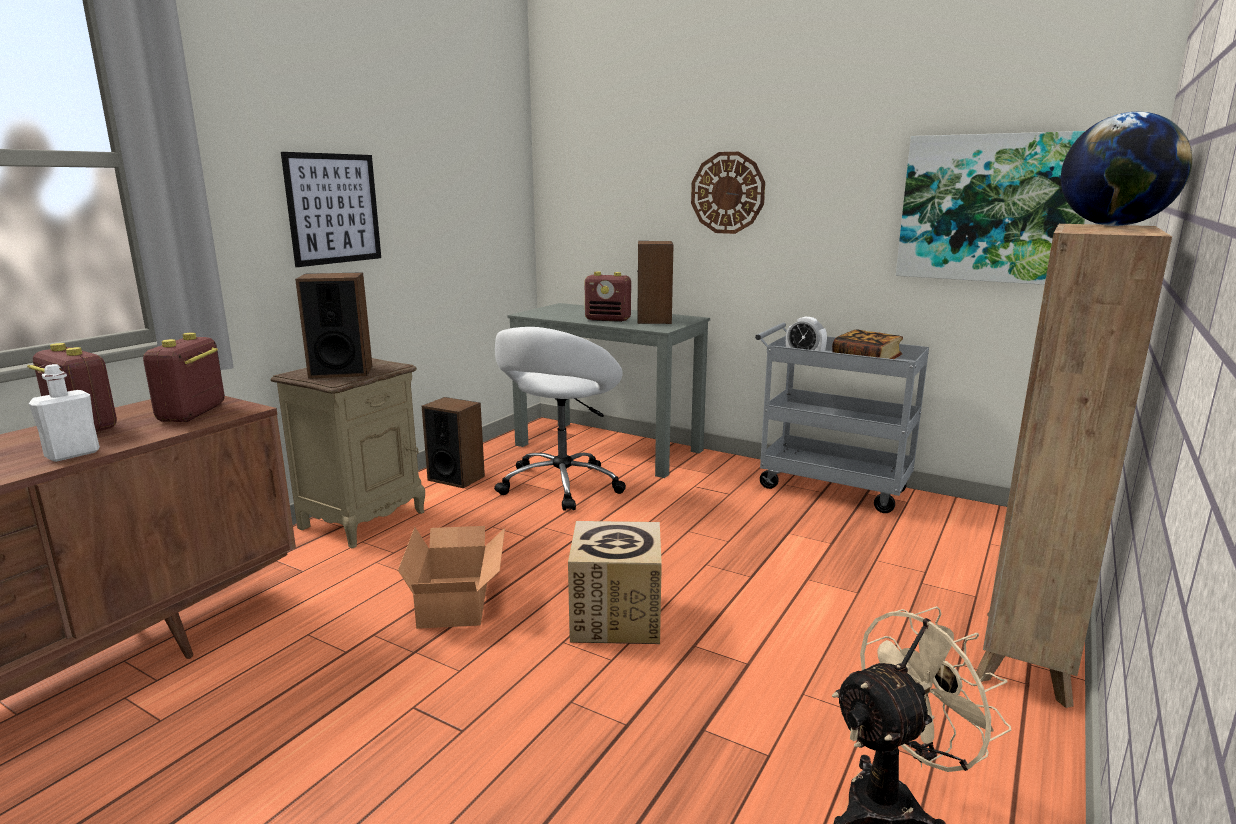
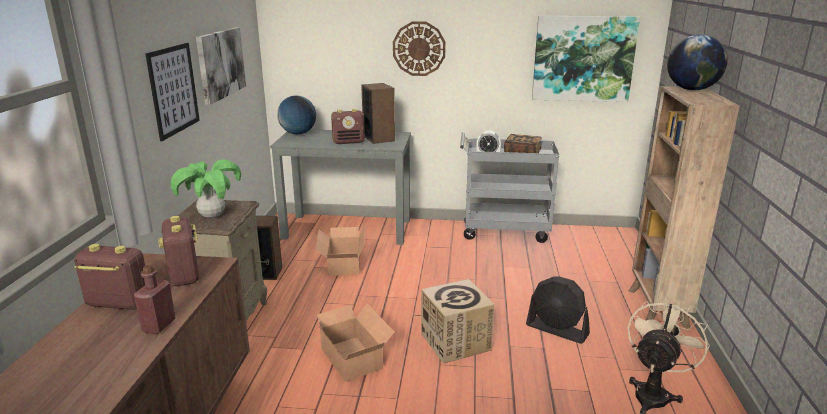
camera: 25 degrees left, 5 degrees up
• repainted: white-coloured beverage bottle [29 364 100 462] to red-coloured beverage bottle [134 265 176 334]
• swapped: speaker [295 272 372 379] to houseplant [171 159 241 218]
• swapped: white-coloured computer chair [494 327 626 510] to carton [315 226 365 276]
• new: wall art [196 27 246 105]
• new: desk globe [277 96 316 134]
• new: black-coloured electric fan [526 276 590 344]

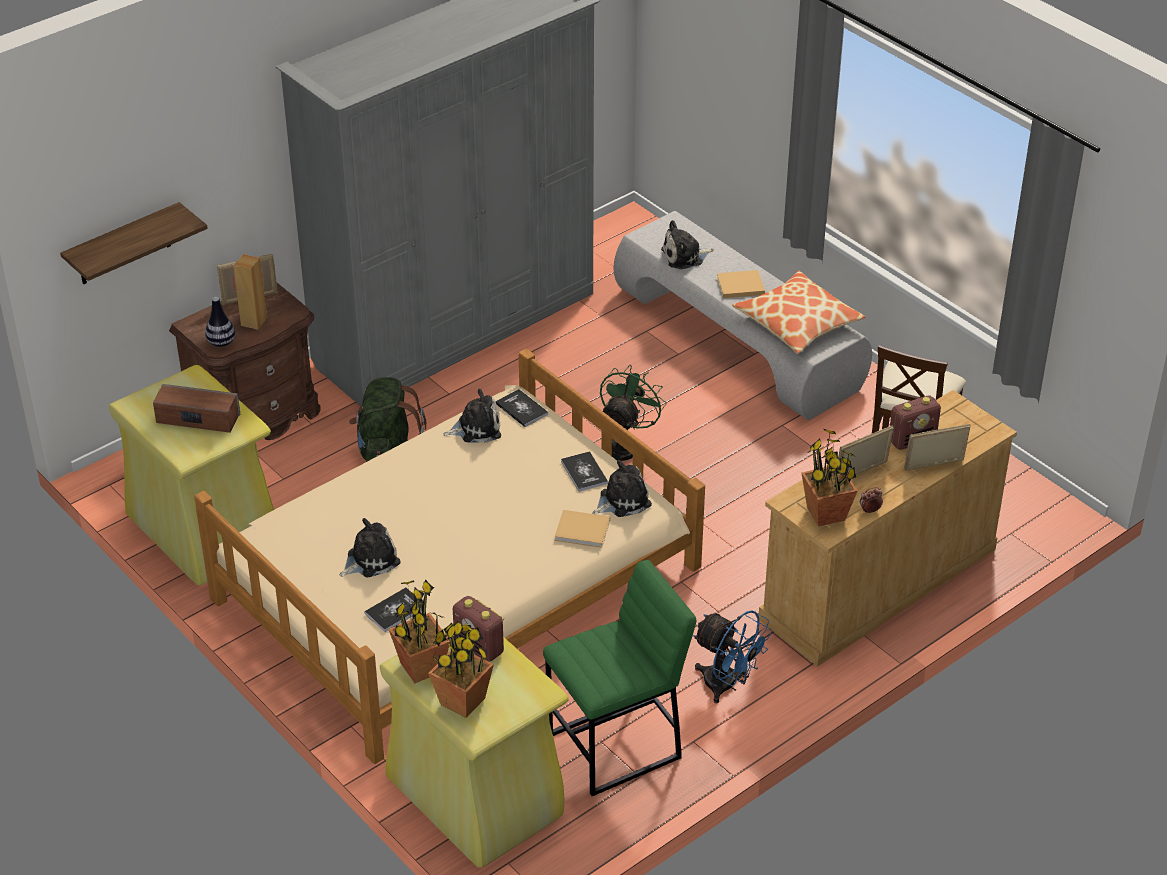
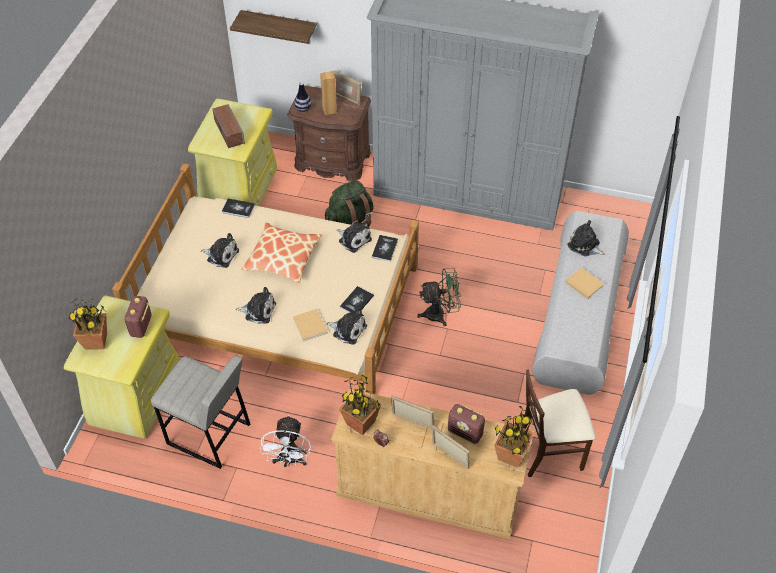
camera: 55 degrees right, 10 degrees up
• shifted: bound book [364 588 423 632] to [221 198 255 218]
• shifted: houseplant [389 579 450 683] to [495 406 535 468]
• repainted: green-coloured plain chair [543 560 696 796] to gray plain chair [151 356 250 469]
• repainted: bluish electric fan [693 610 773 703] to white-coloured electric fan [260 415 311 467]
• shifted: cushion [732 271 865 354] to [241 222 322 283]
• new: plush toy [236 287 276 324]

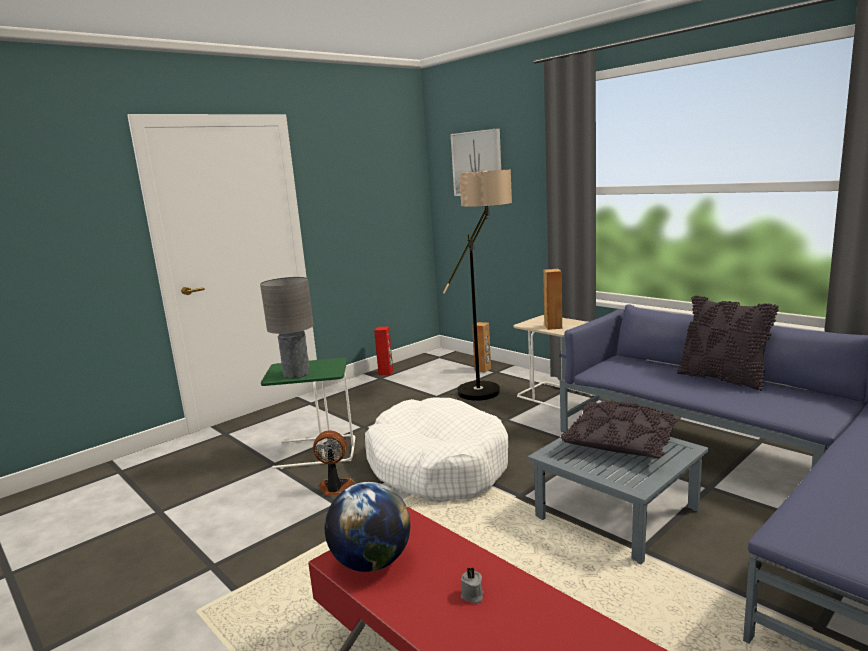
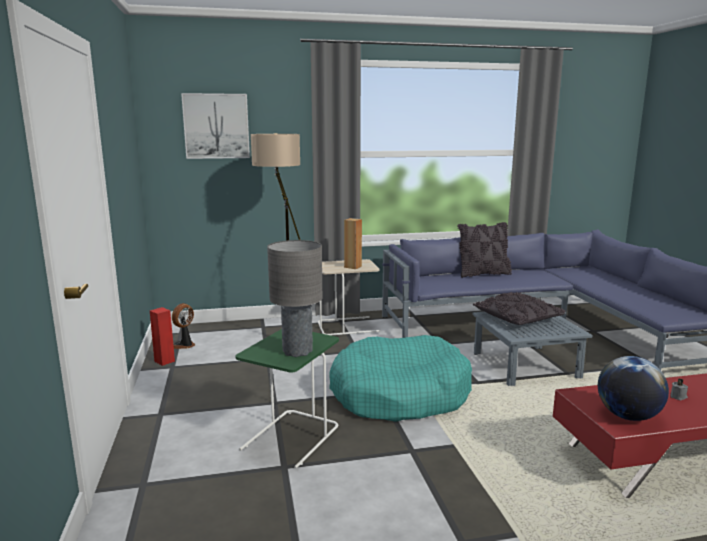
camera: 60 degrees left, 0 degrees up
• shifted: electric fan [313 430 354 495] to [172 303 195 349]
• repainted: white-coloured dog bed [365 398 508 502] to blue-green dog bed [329 335 472 422]
• gone: brown-coloured speaker [472 322 491 372]

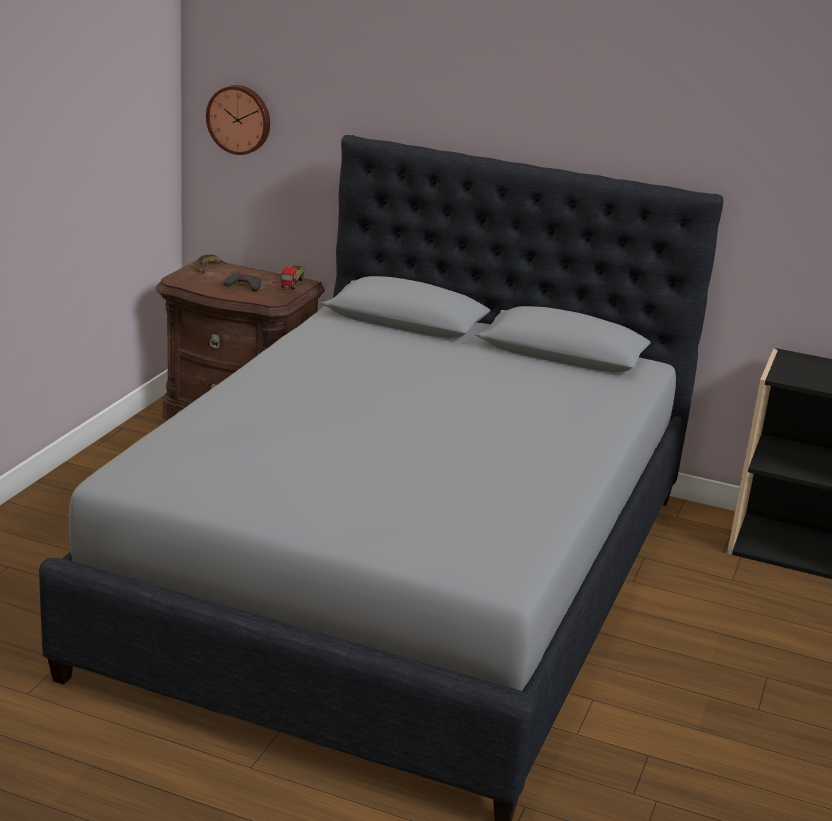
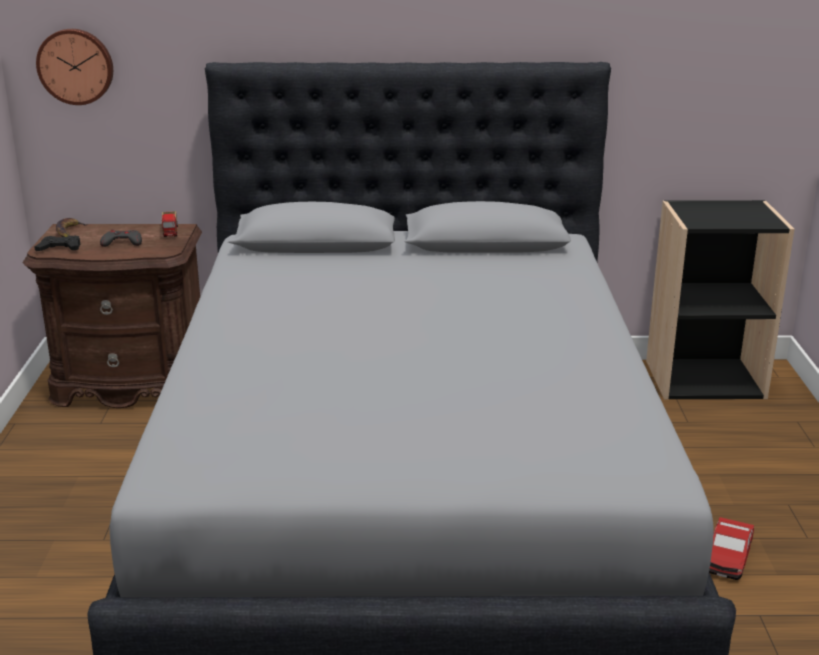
camera: 20 degrees left, 0 degrees up
• new: black-coloured game controller [34 236 80 251]
• new: toy car [709 517 754 580]

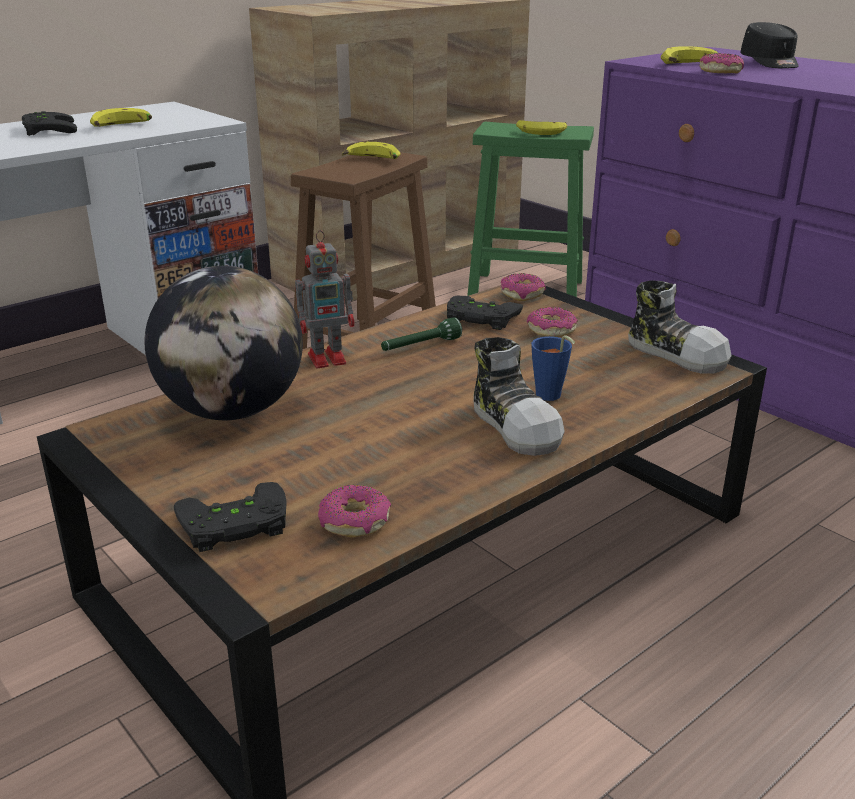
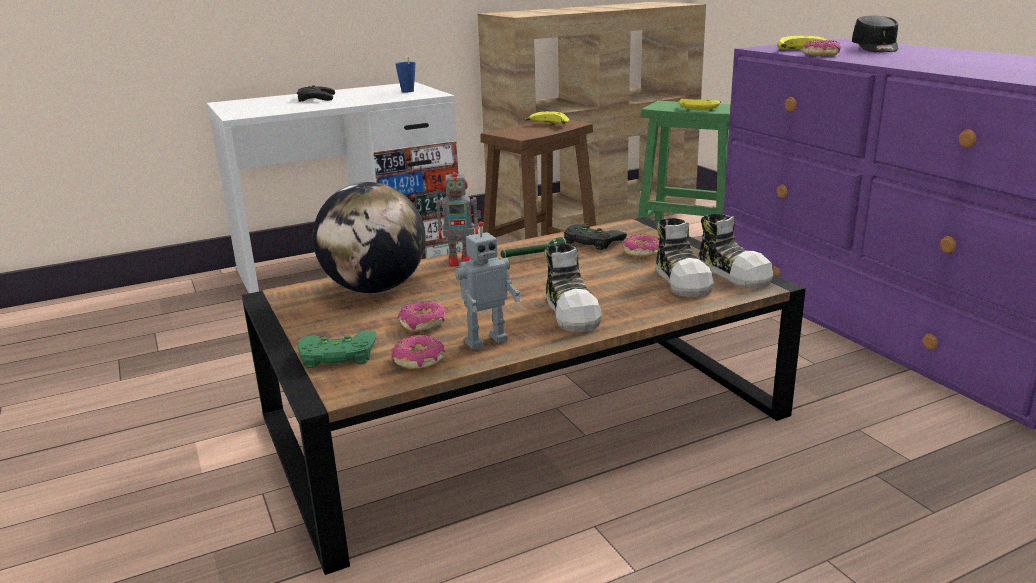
camera: 15 degrees right, 5 degrees down
• gone: banana [90 108 152 127]
• repainted: black-coloured game controller [174 482 287 552] to green-coloured game controller [298 331 376 368]
• shifted: donut [501 273 546 301] to [398 301 447 332]
• shifted: bluish cup [531 335 575 401] to [395 56 415 93]
• new: toy robot [455 221 520 350]
• new: low shoe [655 218 714 297]

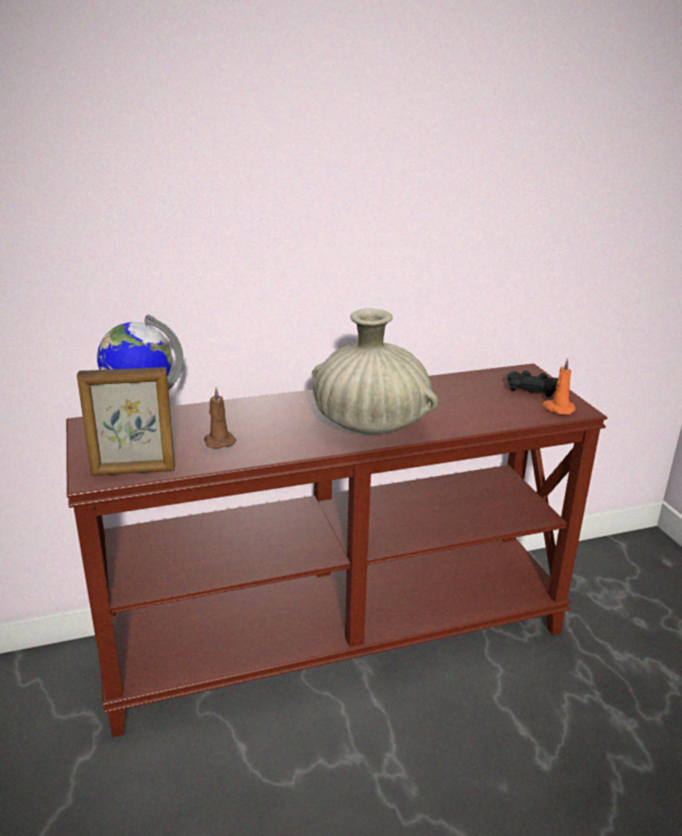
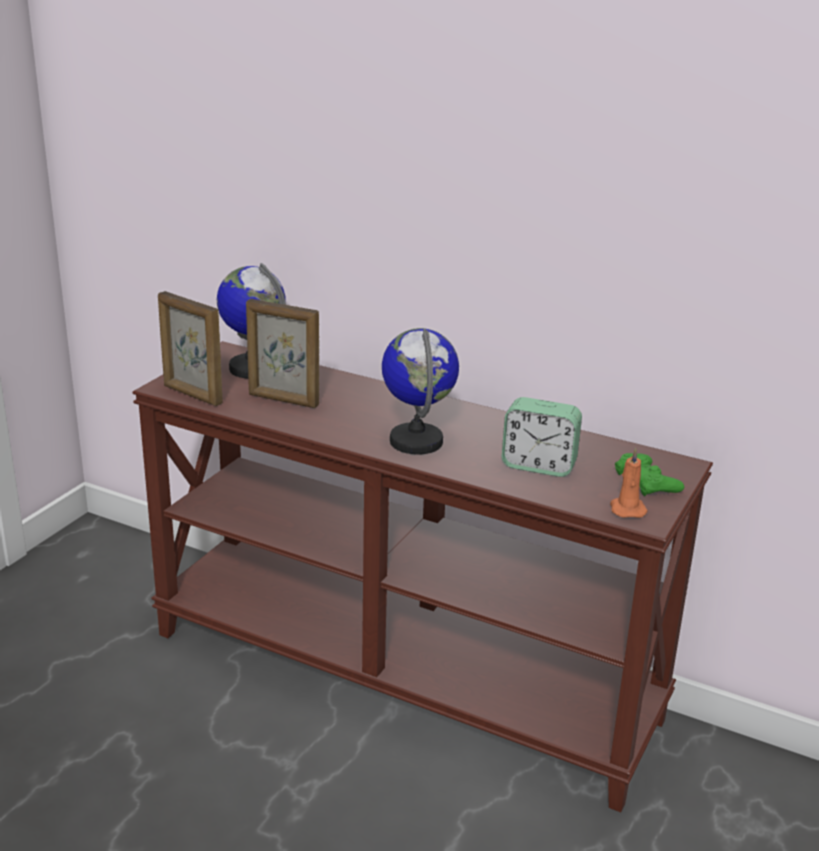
camera: 45 degrees right, 0 degrees up
• swapped: brown-coloured wax candle [204 387 236 449] to photo frame [246 299 319 408]
• swapped: sand-coloured decorative vase [312 308 439 434] to desk globe [382 328 459 455]
• repainted: black-coloured game controller [507 370 558 397] to green-coloured game controller [615 453 684 496]
• new: alarm clock [502 397 582 477]

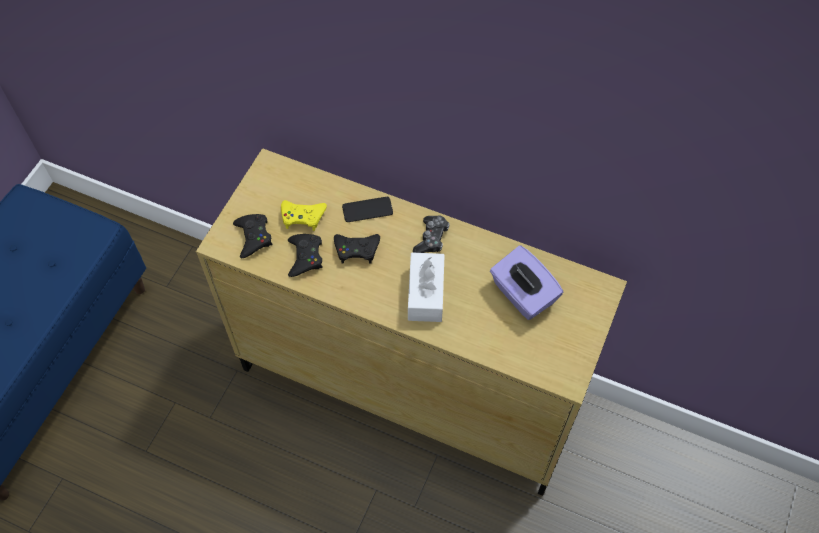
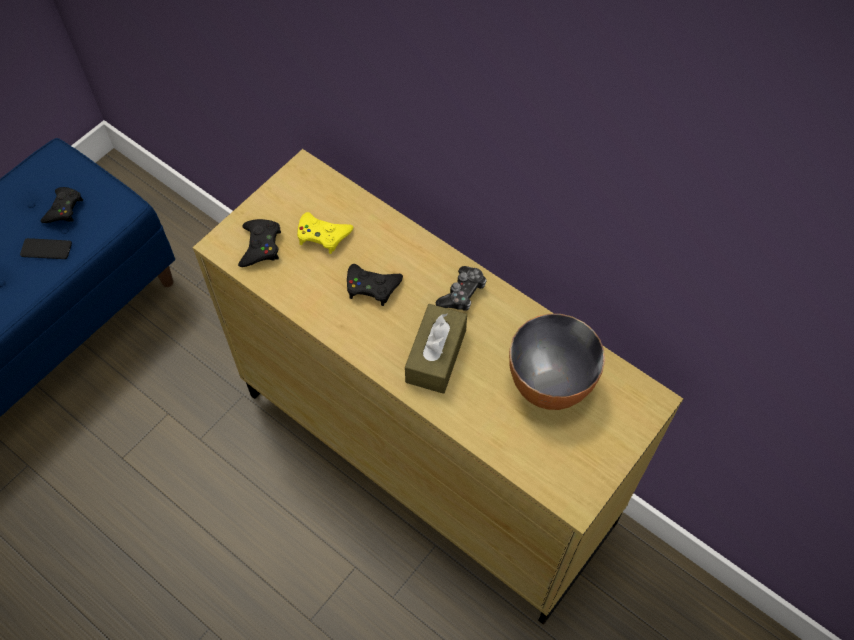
camera: 15 degrees right, 0 degrees up
• shifted: black-coloured game controller [288 234 323 277] to [41 187 83 223]
• shifted: telephone [342 197 393 222] to [20 238 72 259]
• repainted: white-coloured tissue box [408 253 445 322] to brown-coloured tissue box [405 304 467 394]
• swapped: purple-coloured tissue box [490 245 563 320] to bowl [509 314 605 410]

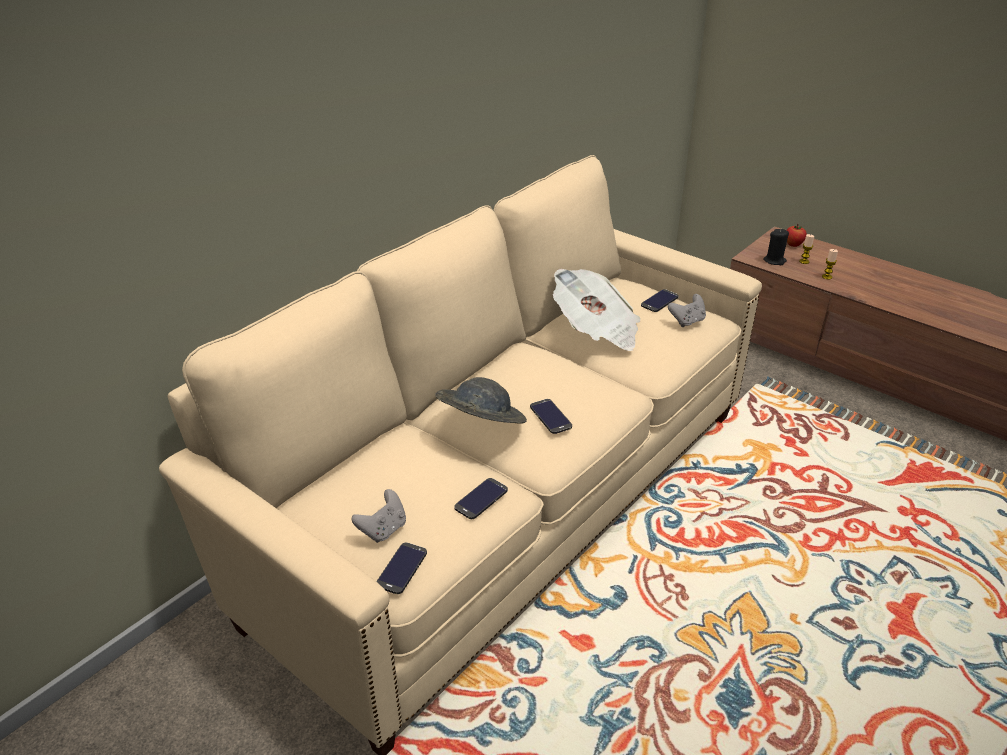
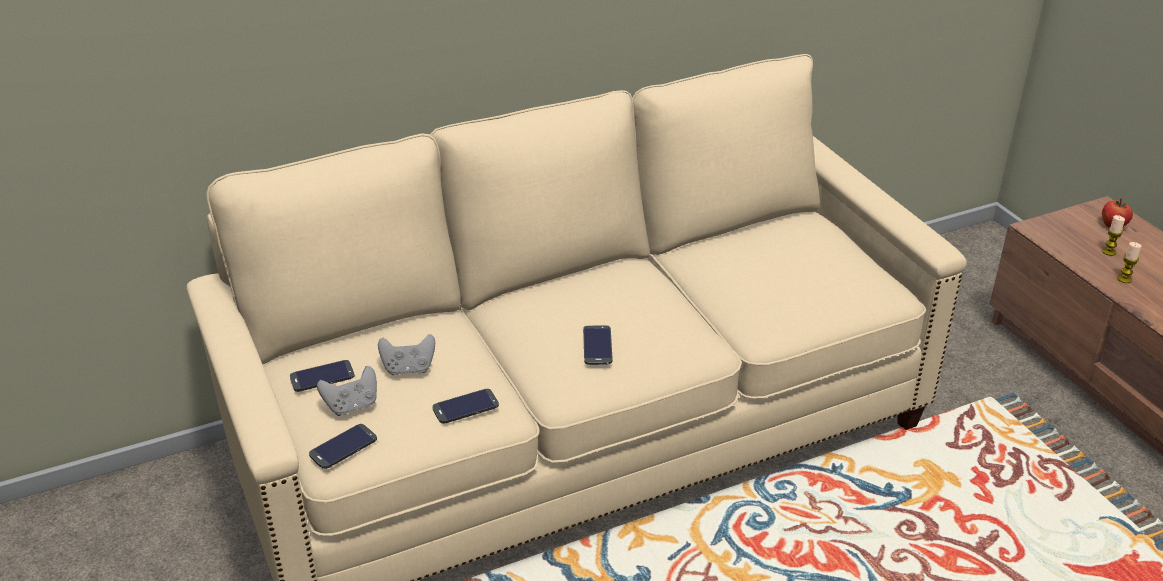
camera: 25 degrees right, 0 degrees up
• gone: gray wearable hat [435 377 527 424]
• gone: daily paper [553 269 640 351]
• shifted: telephone [641 289 679 312] to [290 360 355 392]
• shifted: gray game controller [668 294 706 327] to [378 334 435 375]
• gone: black-coloured wax candle [763 229 789 265]

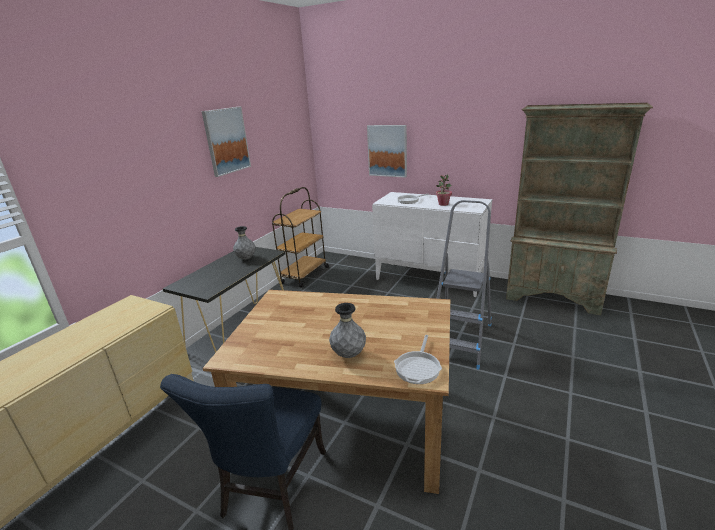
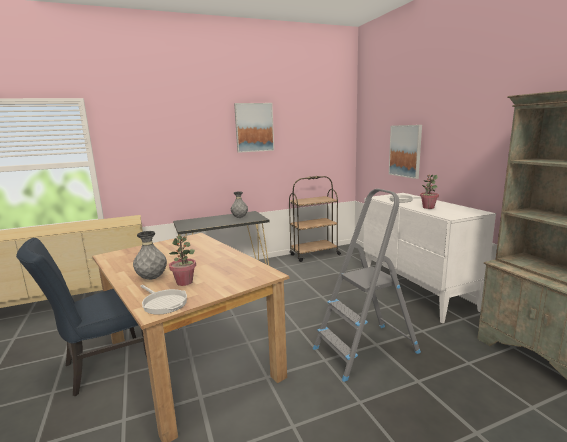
camera: 40 degrees right, 10 degrees down
• rotated: skillet [394 335 442 384] = [140 285 187 315] 105 degrees counterclockwise
• new: houseplant [169 236 196 286]

